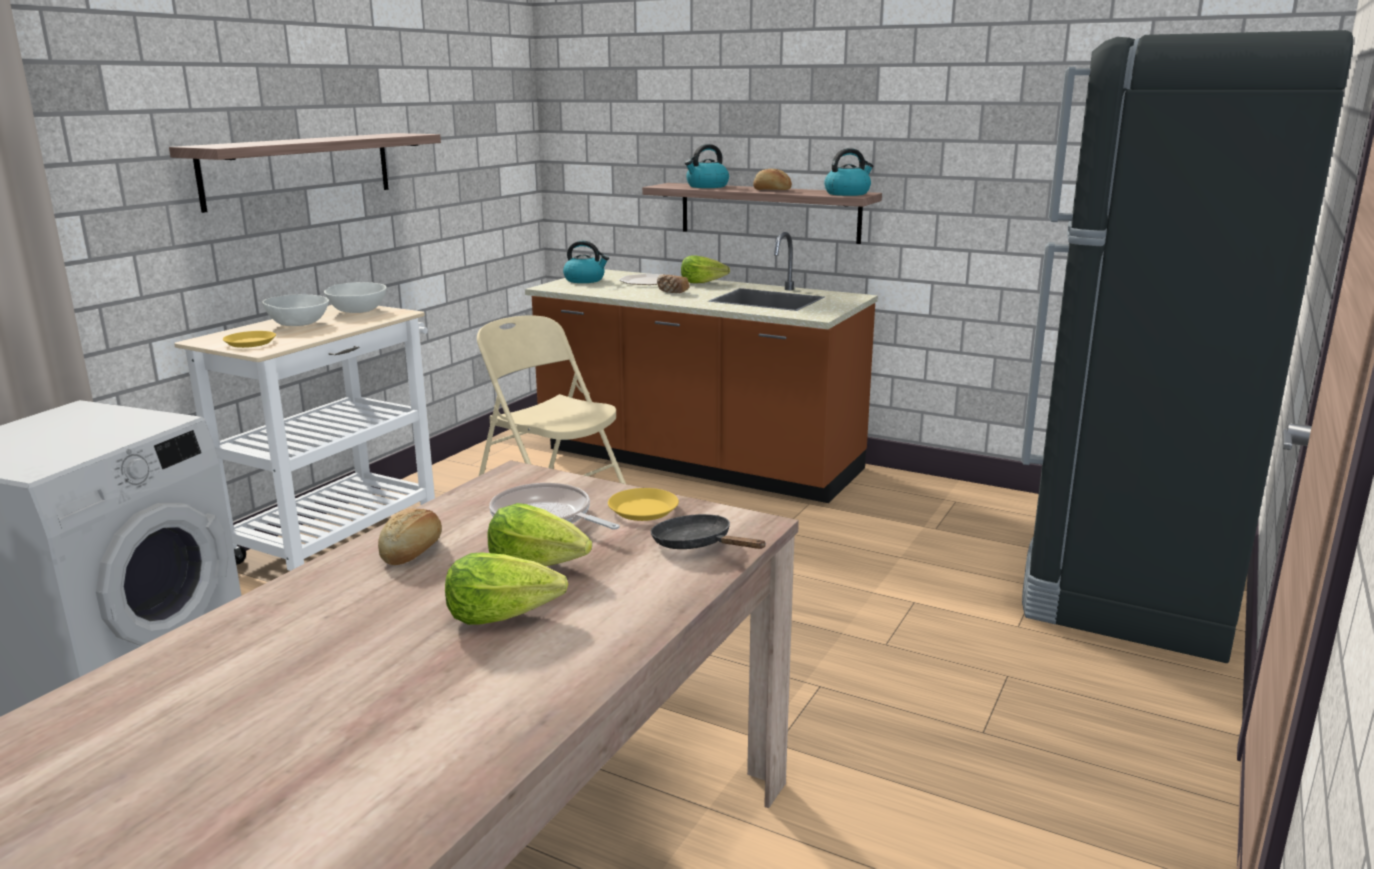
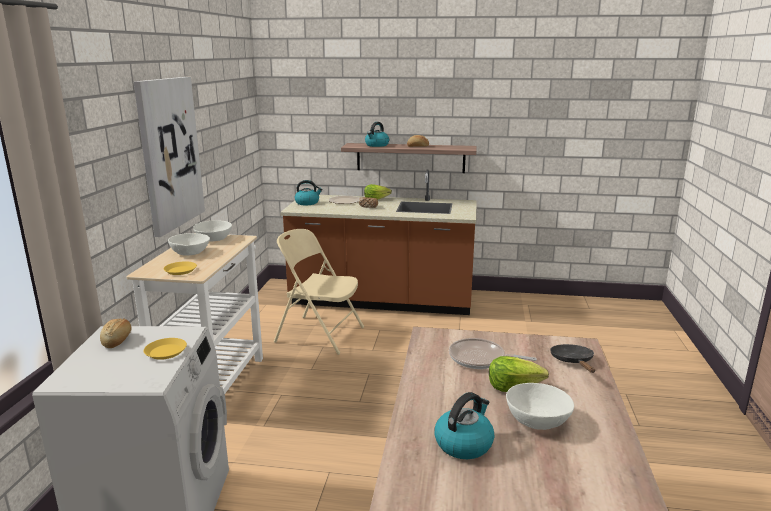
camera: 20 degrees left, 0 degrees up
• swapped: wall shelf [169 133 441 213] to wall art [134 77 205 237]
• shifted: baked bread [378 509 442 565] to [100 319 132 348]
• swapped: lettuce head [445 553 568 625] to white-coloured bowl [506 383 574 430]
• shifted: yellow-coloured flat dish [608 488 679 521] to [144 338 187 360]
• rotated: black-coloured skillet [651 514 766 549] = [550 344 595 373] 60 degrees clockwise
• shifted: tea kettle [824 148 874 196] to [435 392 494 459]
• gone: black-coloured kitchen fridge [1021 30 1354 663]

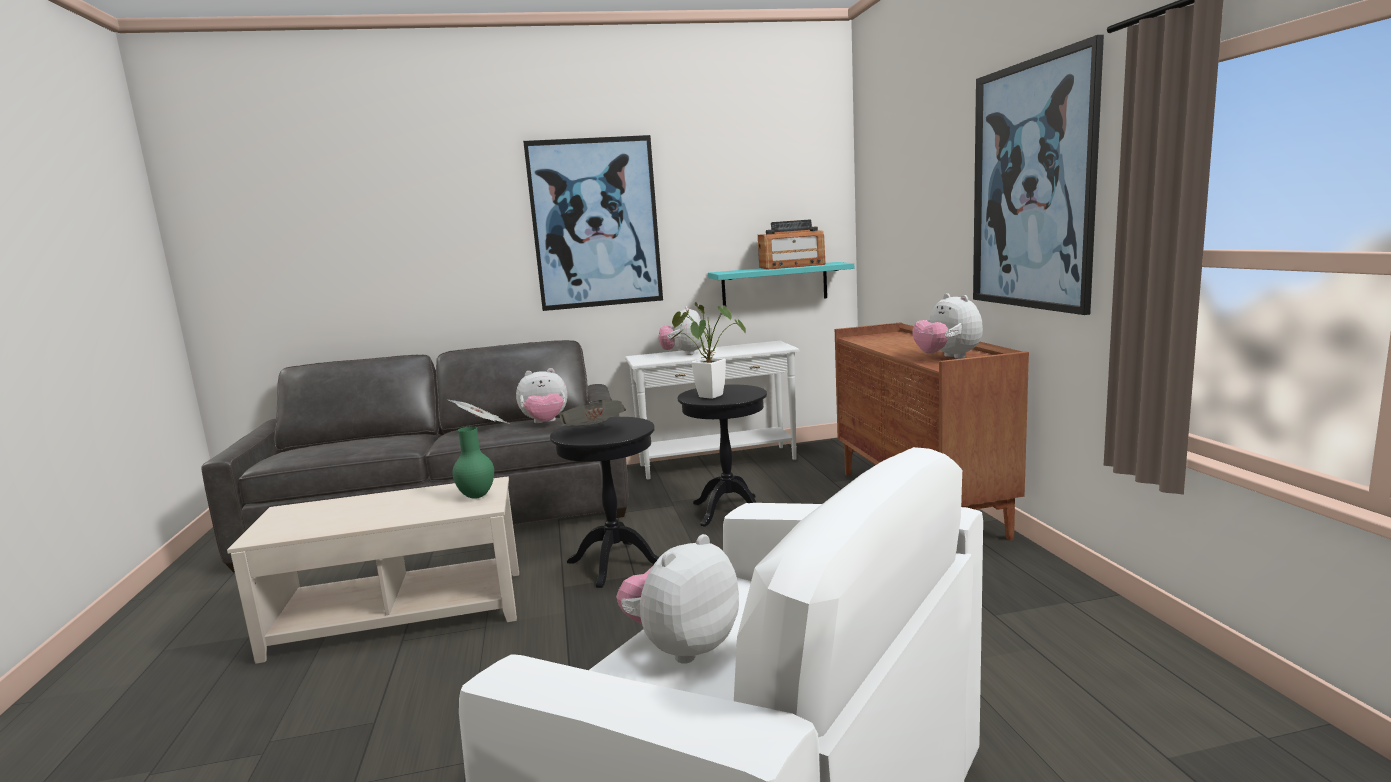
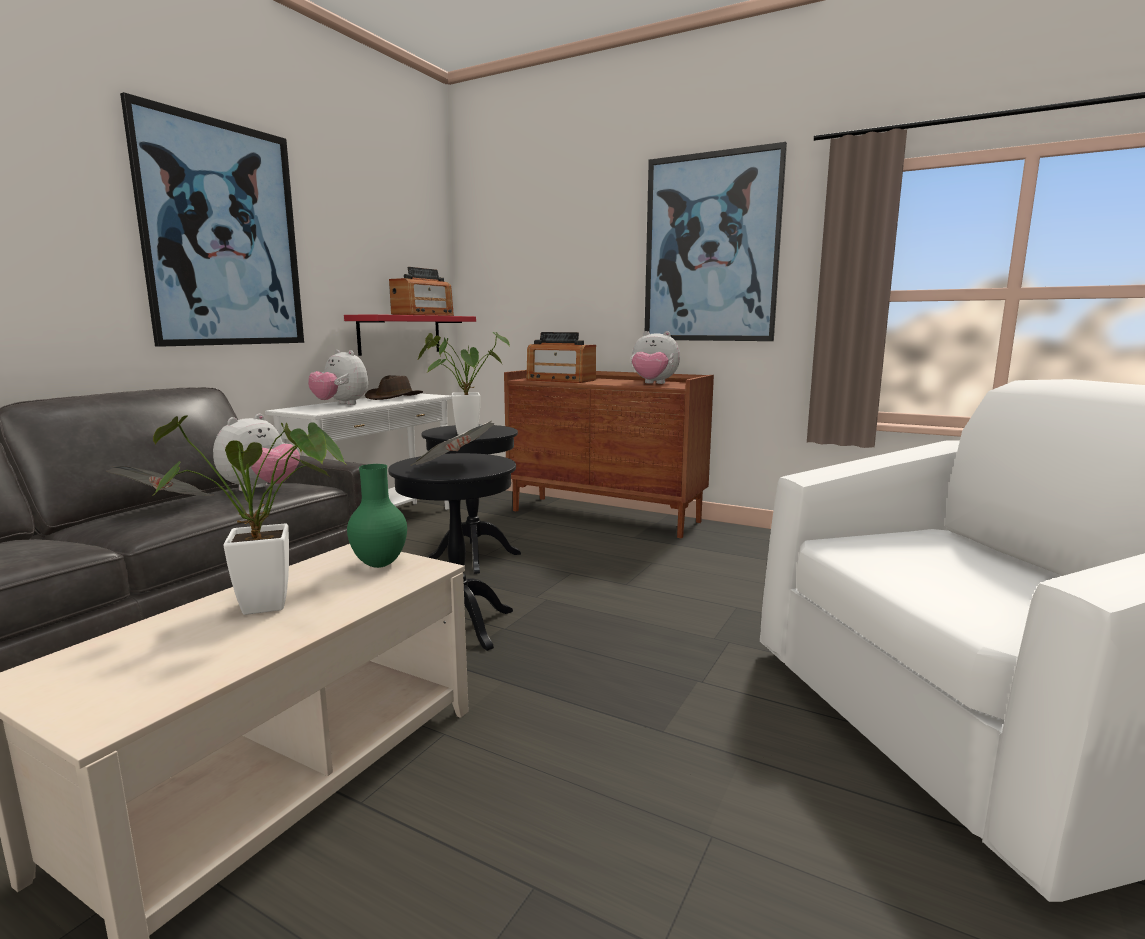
camera: 50 degrees left, 0 degrees up
• gone: plush toy [616 534 739 664]
• repainted: blue-green wall shelf [708 262 854 306] to red-coloured wall shelf [344 314 476 356]
• new: houseplant [153 415 346 615]
• new: brown-coloured wearable hat [365 375 423 400]
• new: radio set [527 332 596 383]

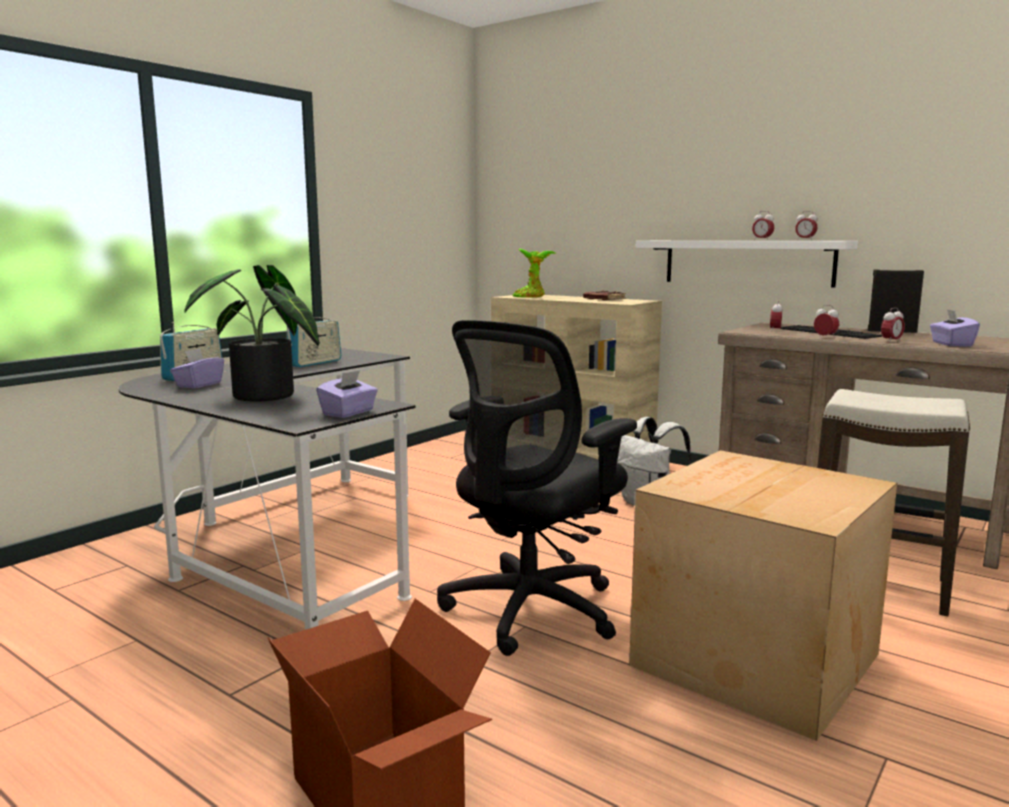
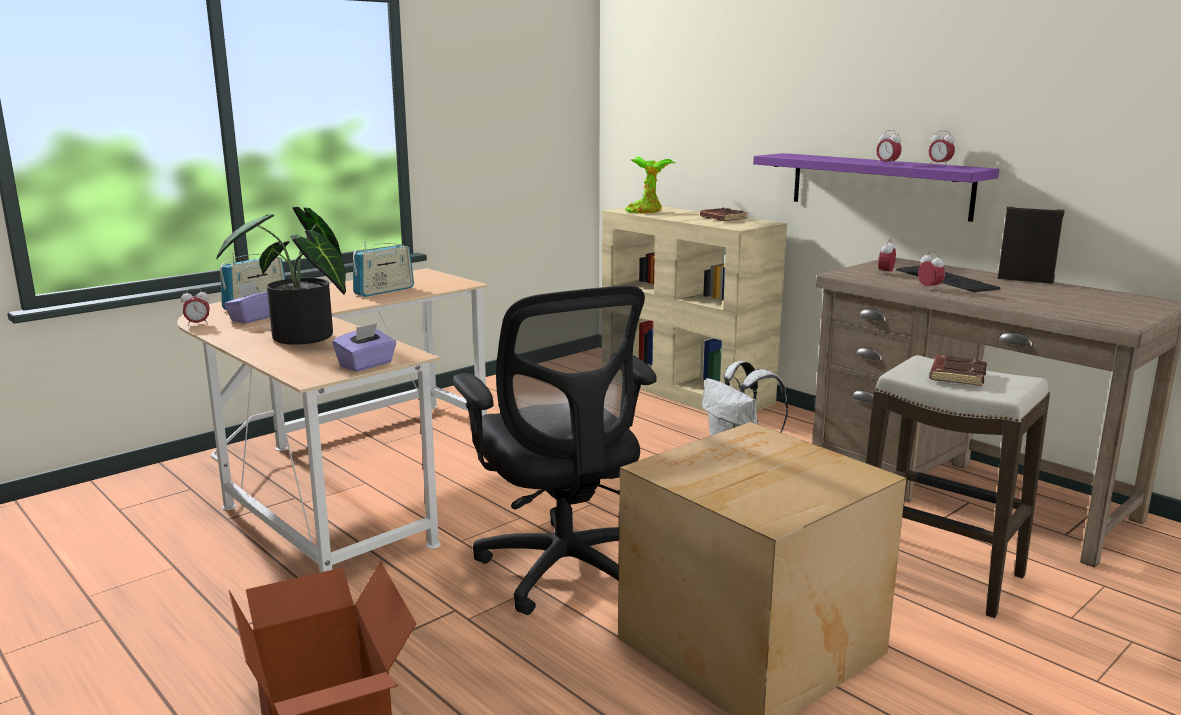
camera: 10 degrees right, 5 degrees up
• repainted: black-coloured desk table [118 348 416 630] to sand-coloured desk table [177 268 488 572]
• rotated: black-coloured computer chair [437 320 637 656] = [453 286 657 615] 75 degrees counterclockwise
• repainted: white-coloured wall shelf [636 241 858 288] to purple-coloured wall shelf [753 153 999 222]
• shifted: alarm clock [881 308 905 343] to [181 288 210 326]
• gone: purple-coloured tissue box [930 309 980 346]
• new: brown-coloured bound book [929 355 987 386]

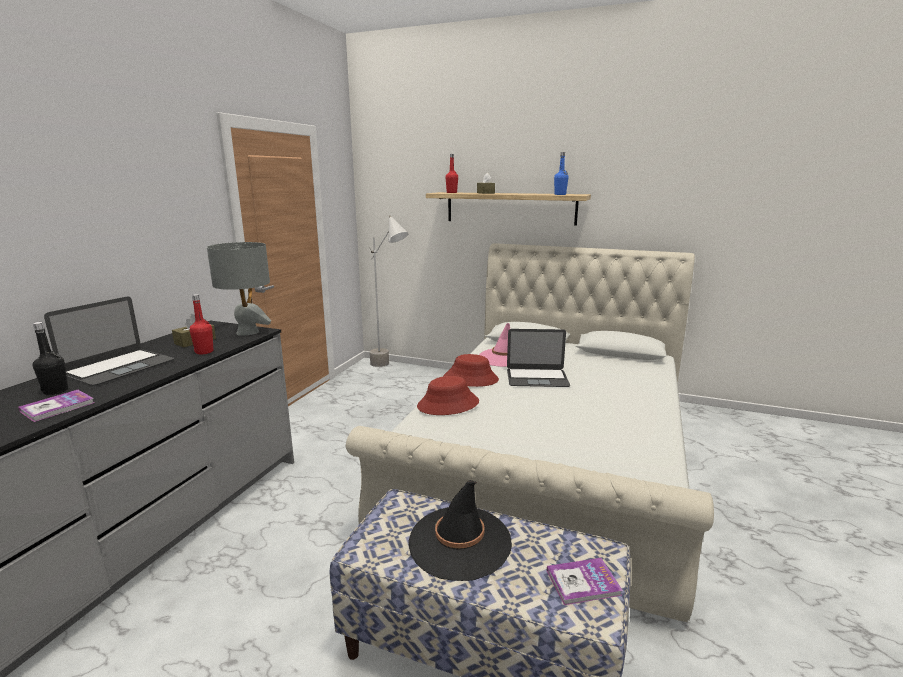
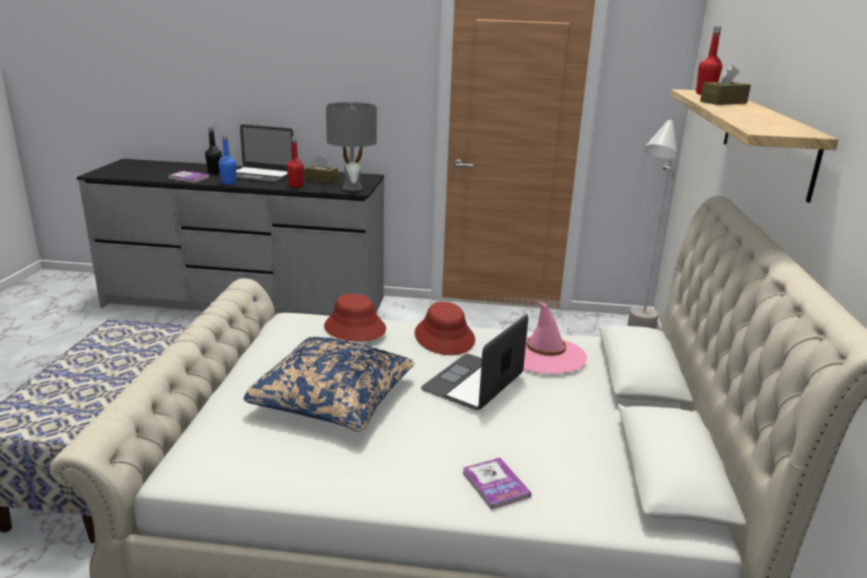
camera: 75 degrees right, 5 degrees up
• gone: black-coloured wearable hat [408 480 512 581]
• rotated: notebook computer [507 329 570 387] = [421 314 528 410] 45 degrees clockwise
• shifted: bound book [547 558 623 605] to [463 458 531 510]
• shifted: bluish beverage bottle [554 152 569 195] to [218 134 236 185]
• new: bluish cushion [243 337 415 433]

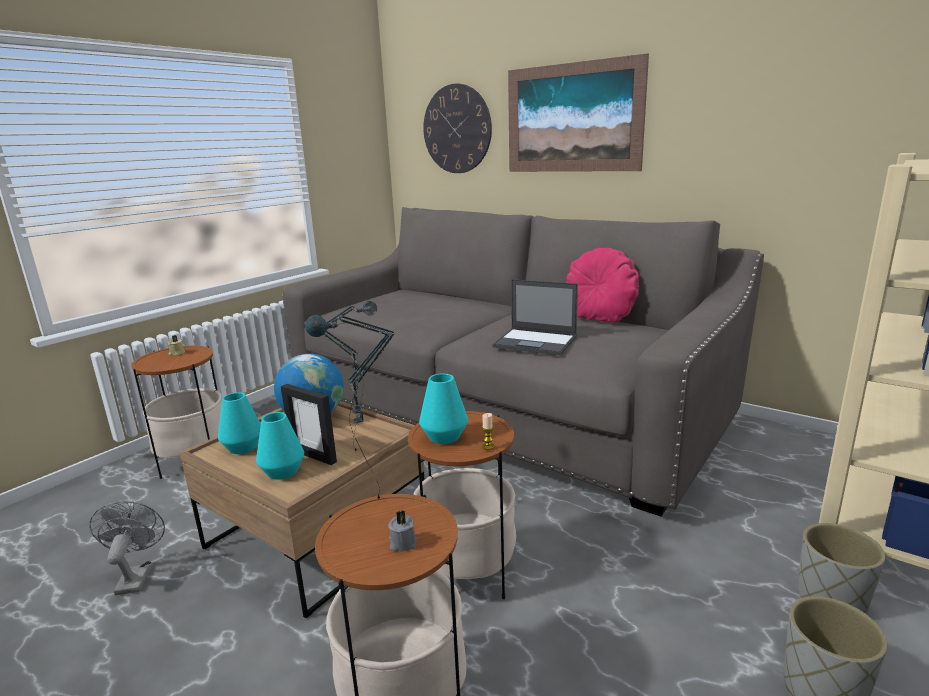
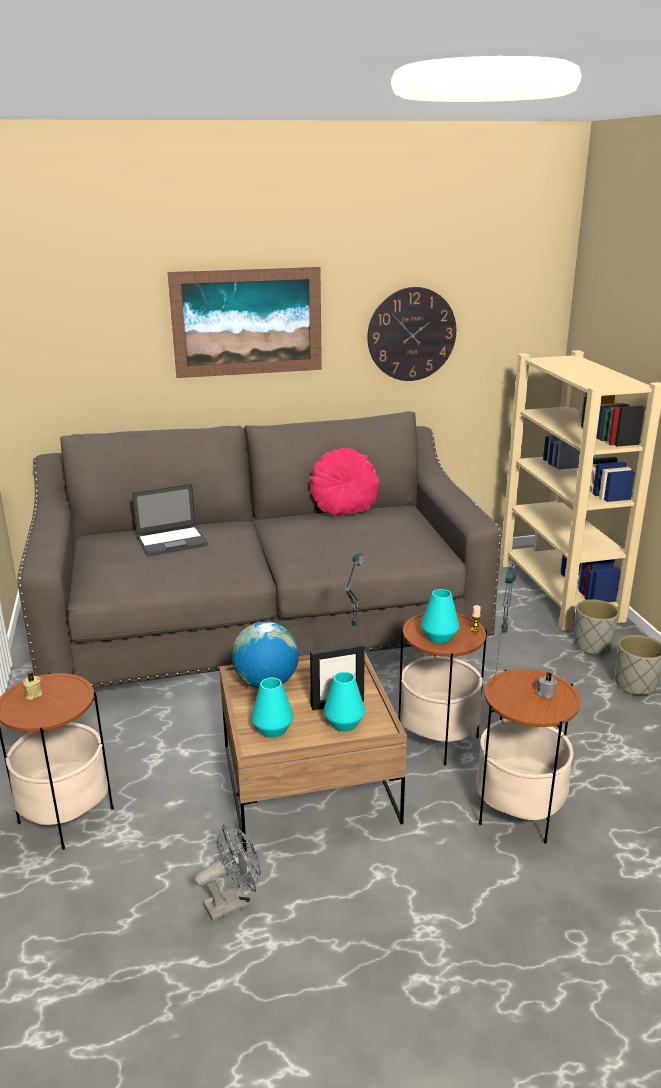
camera: 50 degrees left, 5 degrees up
• rotated: gray electric fan [89 501 165 596] = [194 824 261 921] 120 degrees clockwise
• shifted: clock on the wall [423 84 492 173] to [367 287 456 381]
• shifted: notebook computer [492 279 578 355] to [132 484 209 556]

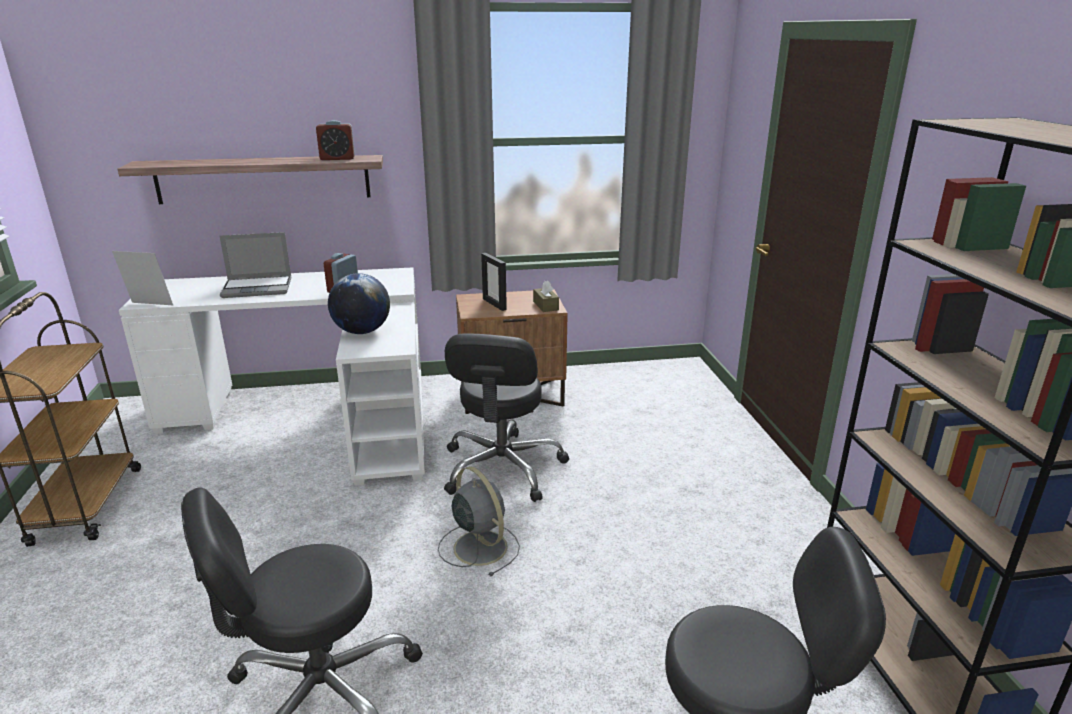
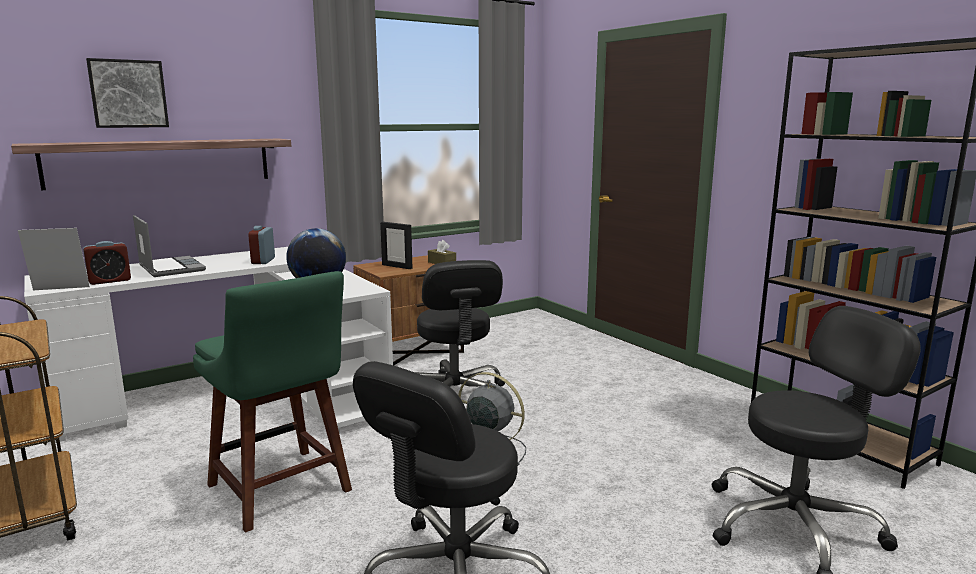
camera: 25 degrees left, 10 degrees down
• rotated: notebook computer [220 232 292 298] = [133 215 206 277] 90 degrees counterclockwise
• shifted: alarm clock [316 120 355 160] to [83 241 131 285]
• new: wall art [86 58 169 128]
• new: green-coloured stool seat [193 271 352 533]

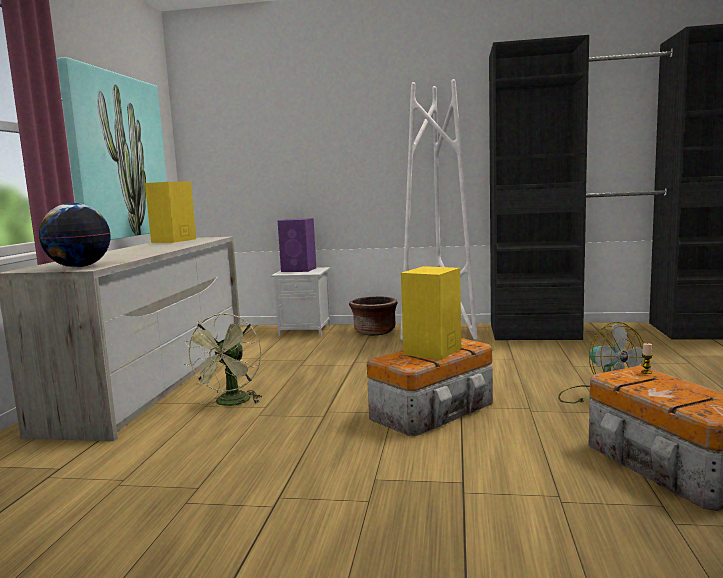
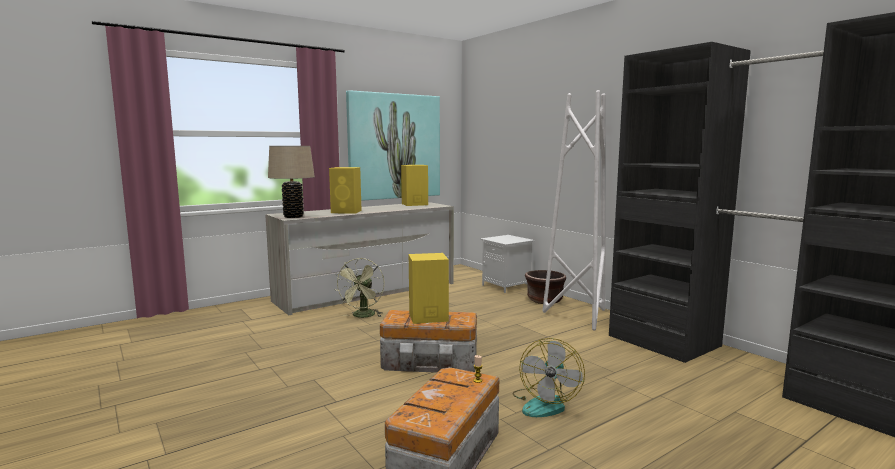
camera: 45 degrees right, 0 degrees up
• swapped: desk globe [39 203 111 268] to sand-coloured lamp for a table [268 146 315 218]
• rotated: green-coloured electric fan [184 313 262 406] = [335 258 384 318] 45 degrees counterclockwise
• gone: purple-coloured speaker [278 218 316 272]
• new: yellow-coloured speaker [329 167 362 214]

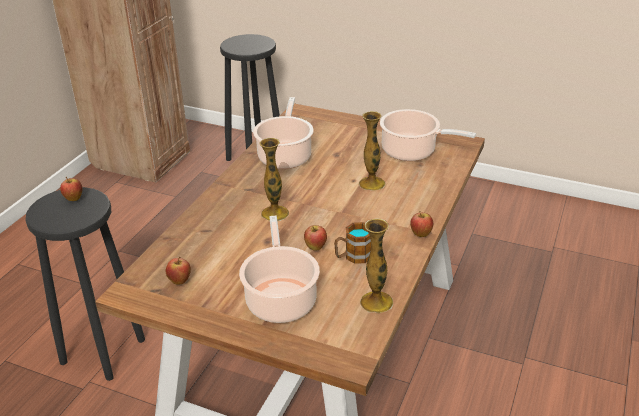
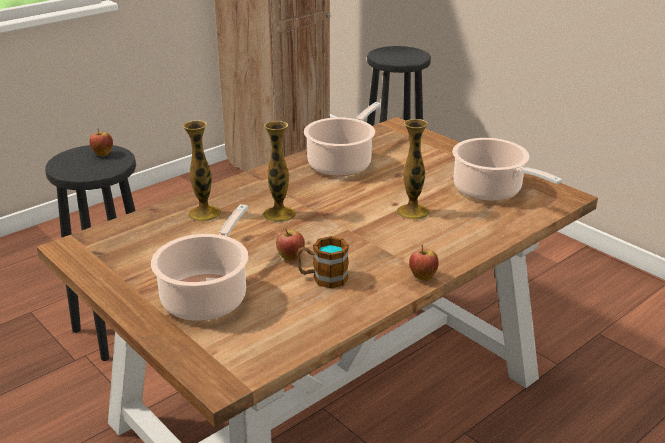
camera: 25 degrees right, 5 degrees down
• gone: whole apple [166 257 191 285]
• shifted: decorative vase [360 218 393 313] to [183 121 221 221]

